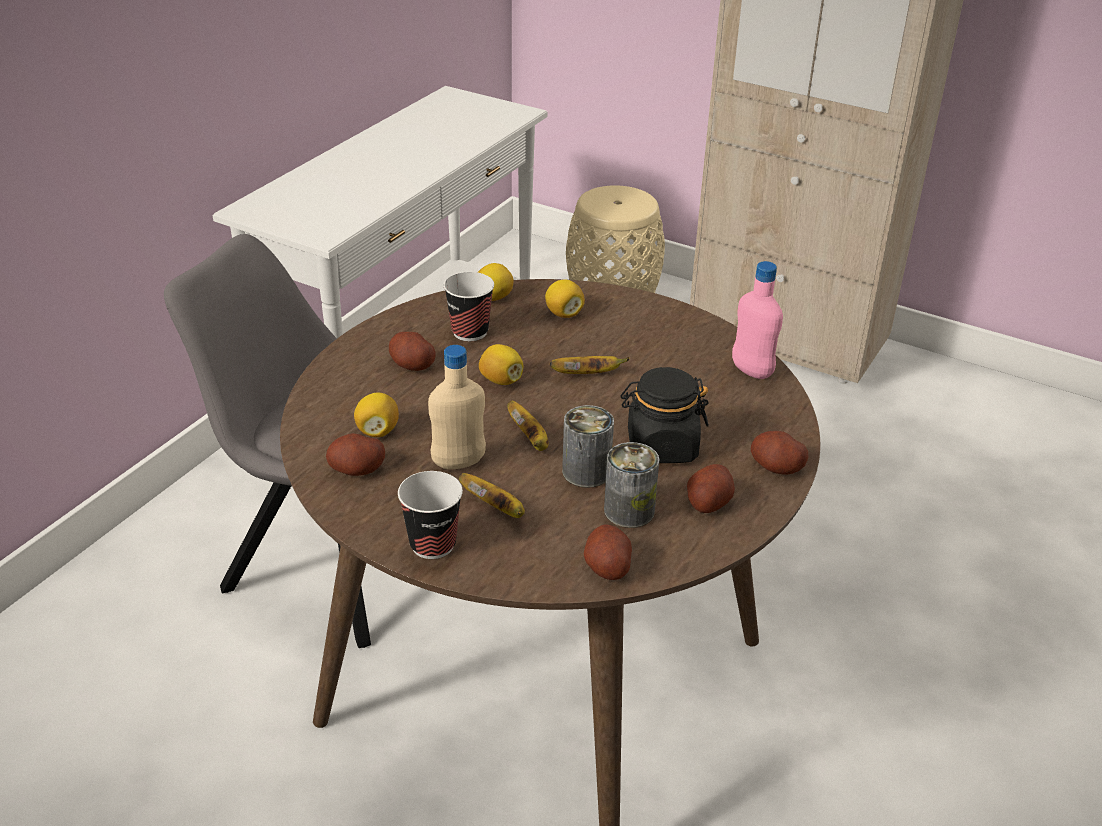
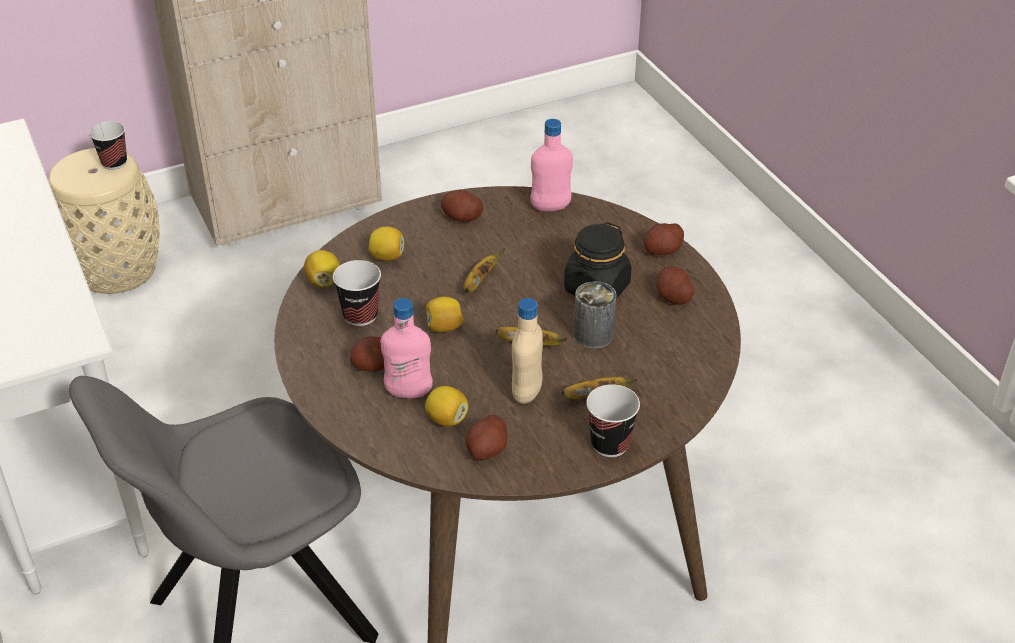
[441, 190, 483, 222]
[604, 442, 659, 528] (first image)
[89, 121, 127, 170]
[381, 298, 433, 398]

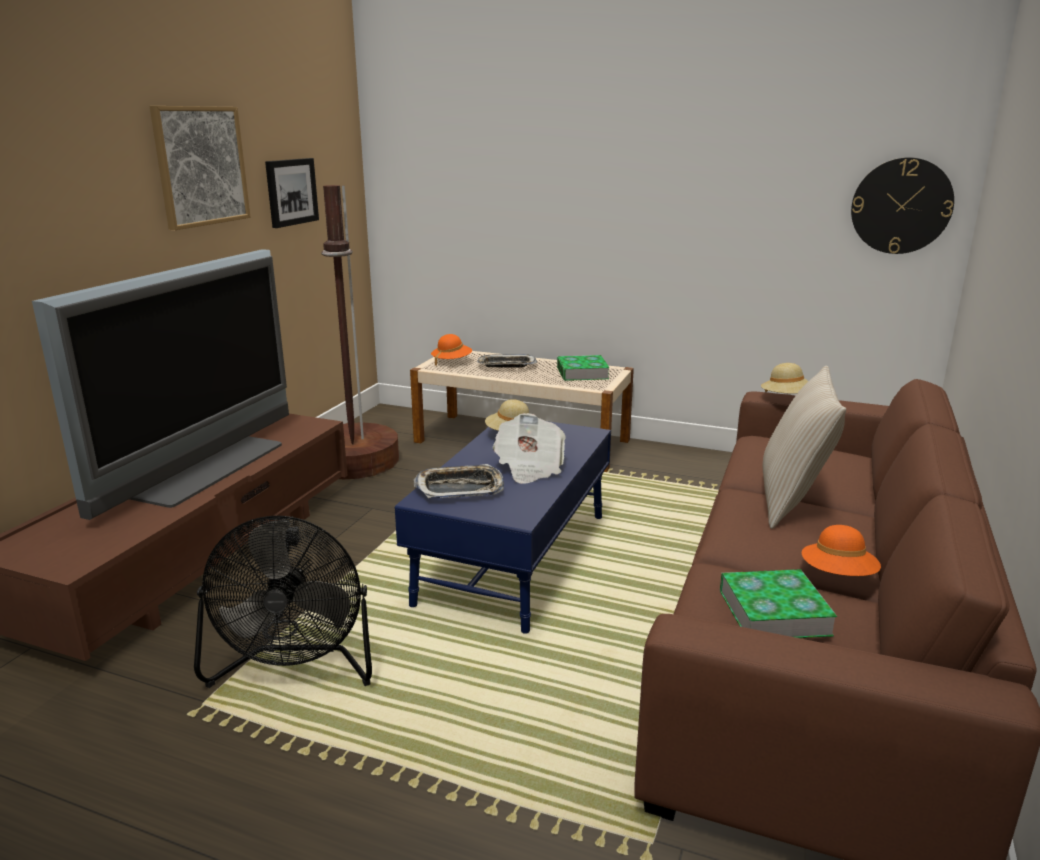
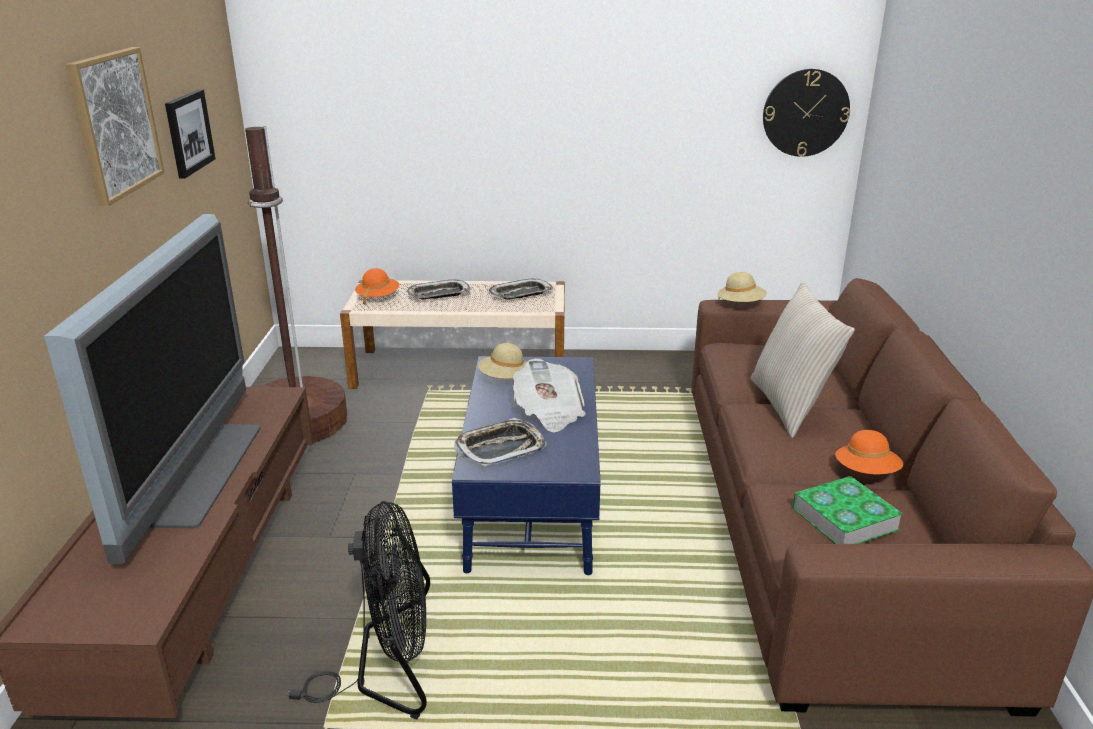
[286, 501, 430, 720]
[489, 278, 553, 300]

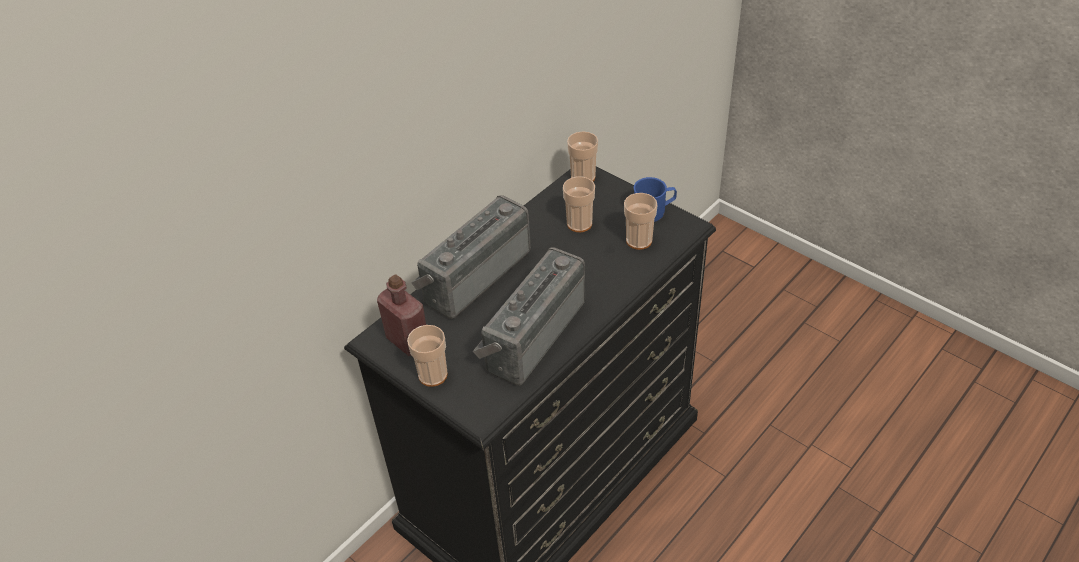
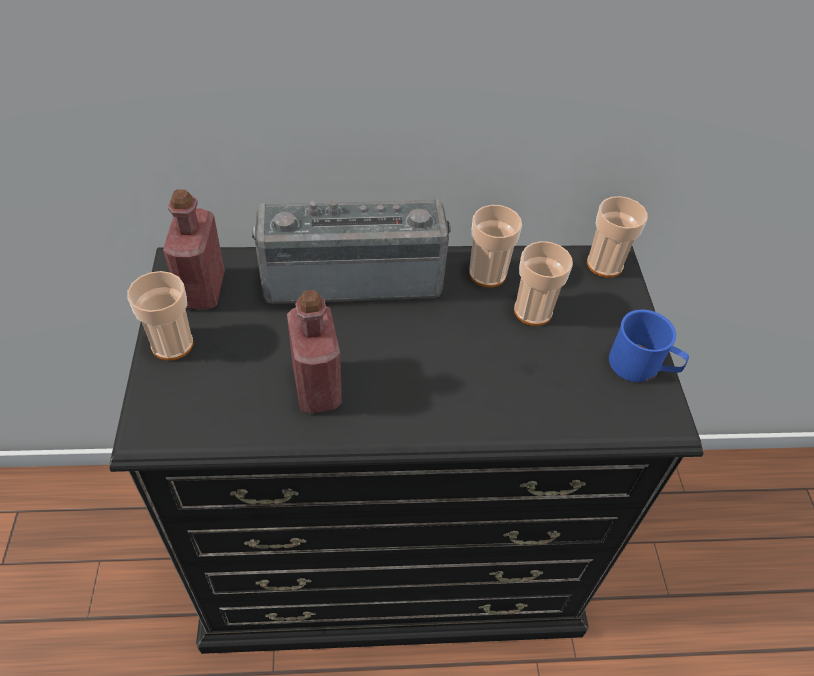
[287, 290, 342, 413]
[469, 205, 522, 287]

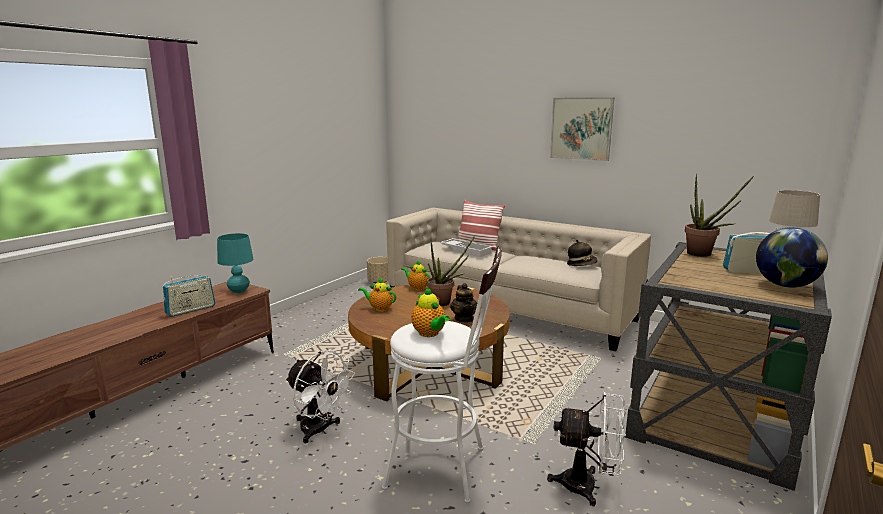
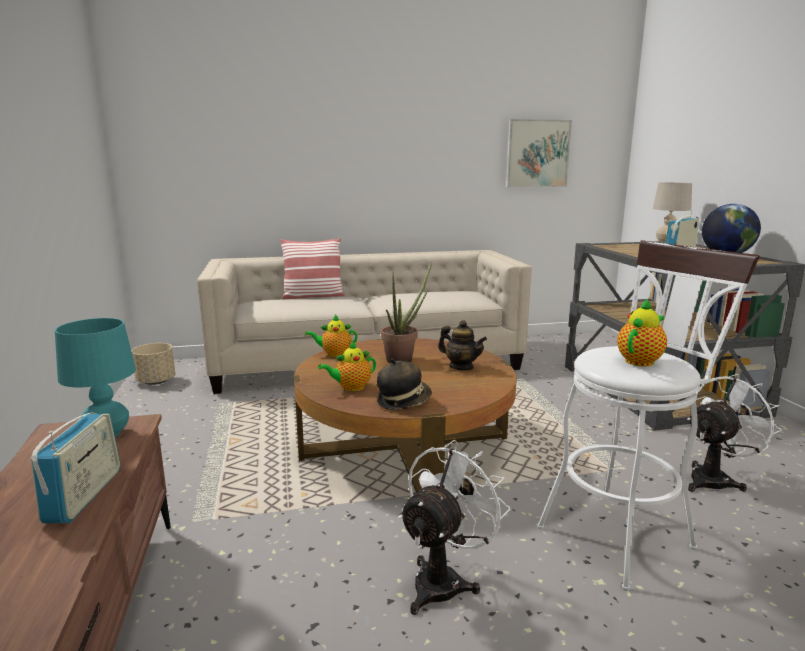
[398, 440, 510, 615]
[617, 299, 667, 367]
[440, 238, 493, 257] (first image)
[506, 119, 572, 188]
[377, 358, 432, 410]
[685, 173, 754, 257] (first image)

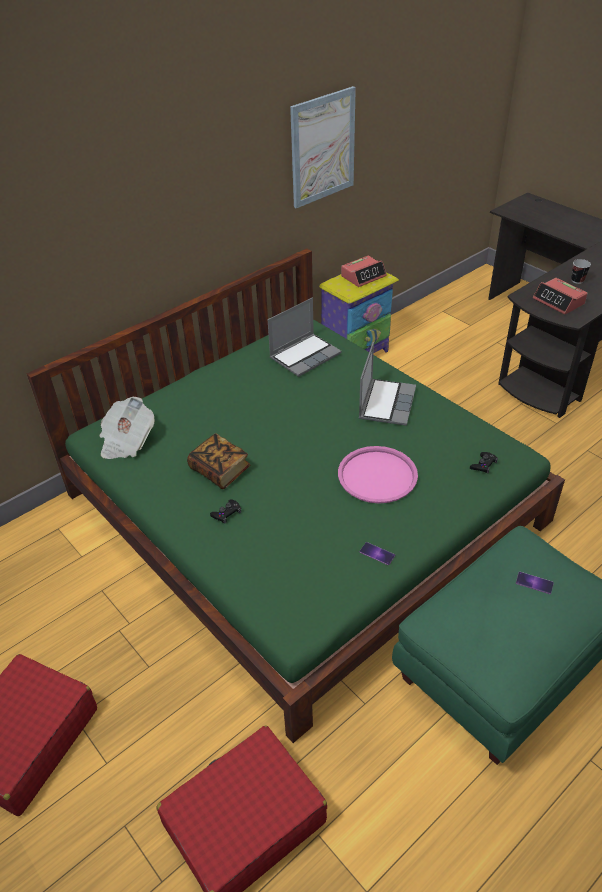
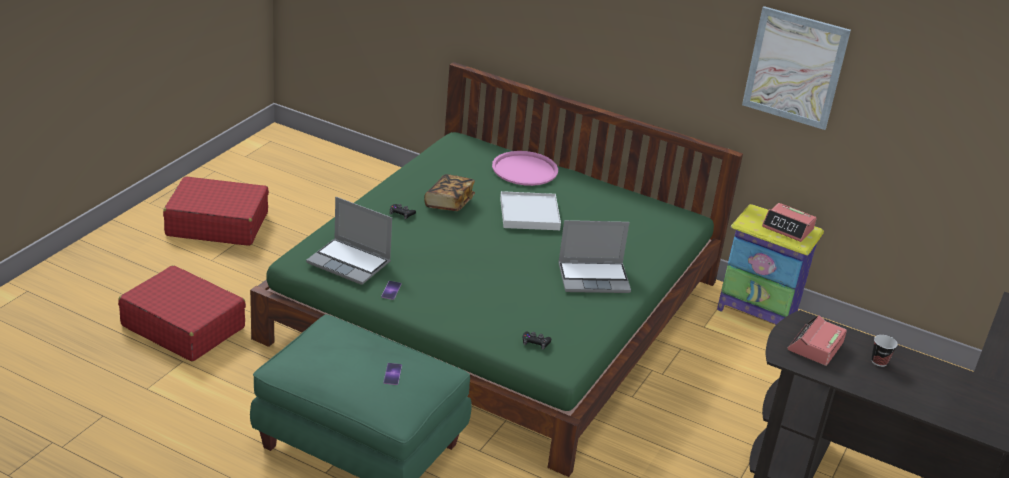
[99, 397, 155, 459] (first image)
[306, 197, 392, 285]
[492, 151, 558, 186]
[500, 191, 561, 230]

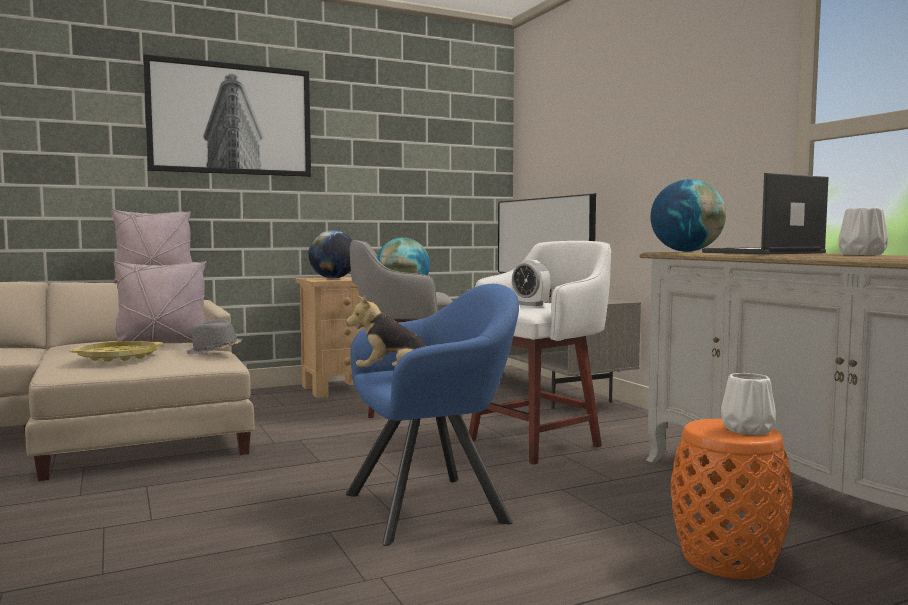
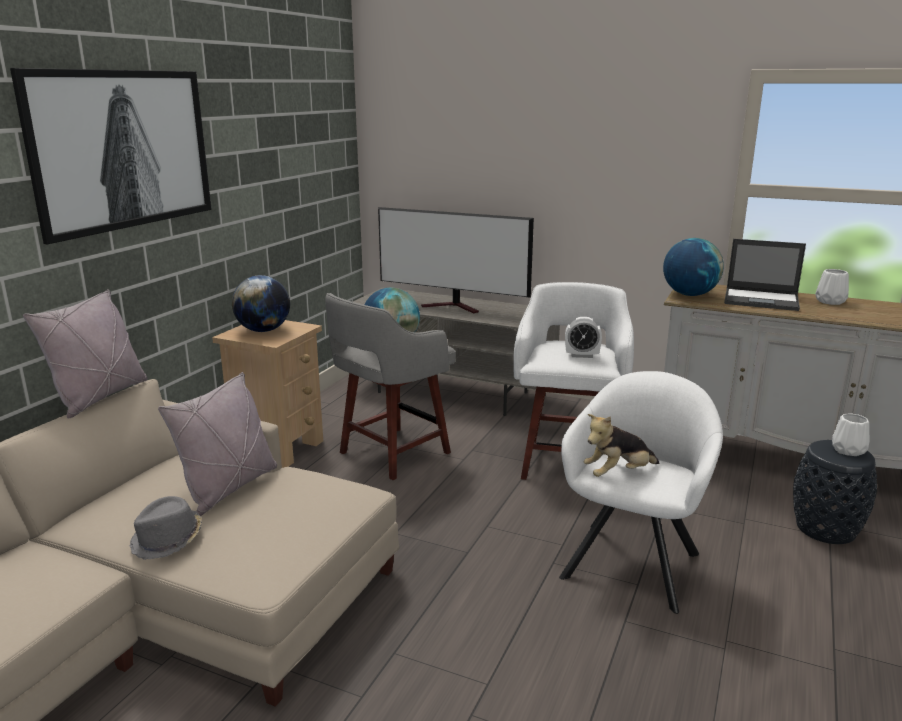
[70, 341, 163, 362] (first image)
[129, 496, 202, 560]
[559, 371, 723, 614]
[793, 440, 877, 544]
[724, 239, 806, 311]

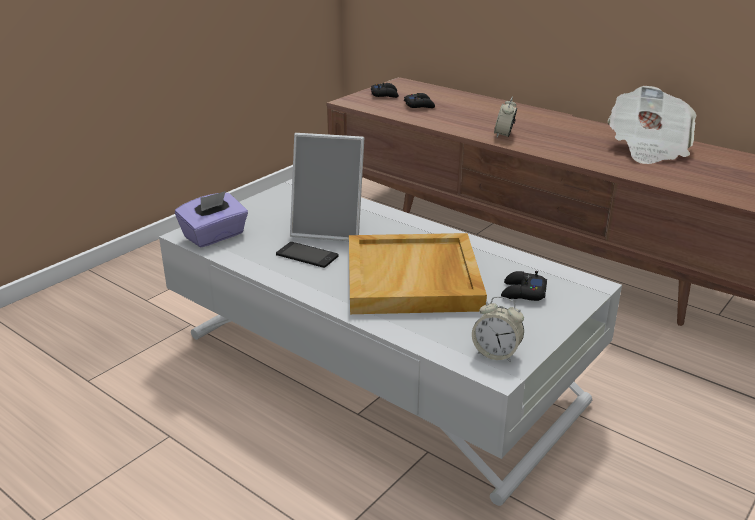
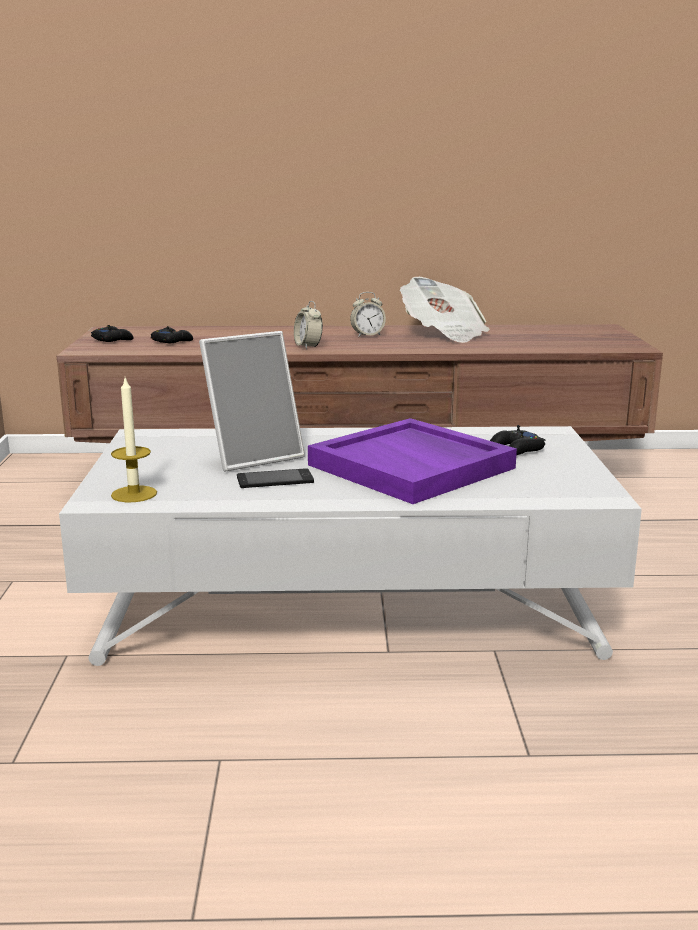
[111, 378, 157, 502]
[308, 418, 517, 504]
[350, 292, 386, 337]

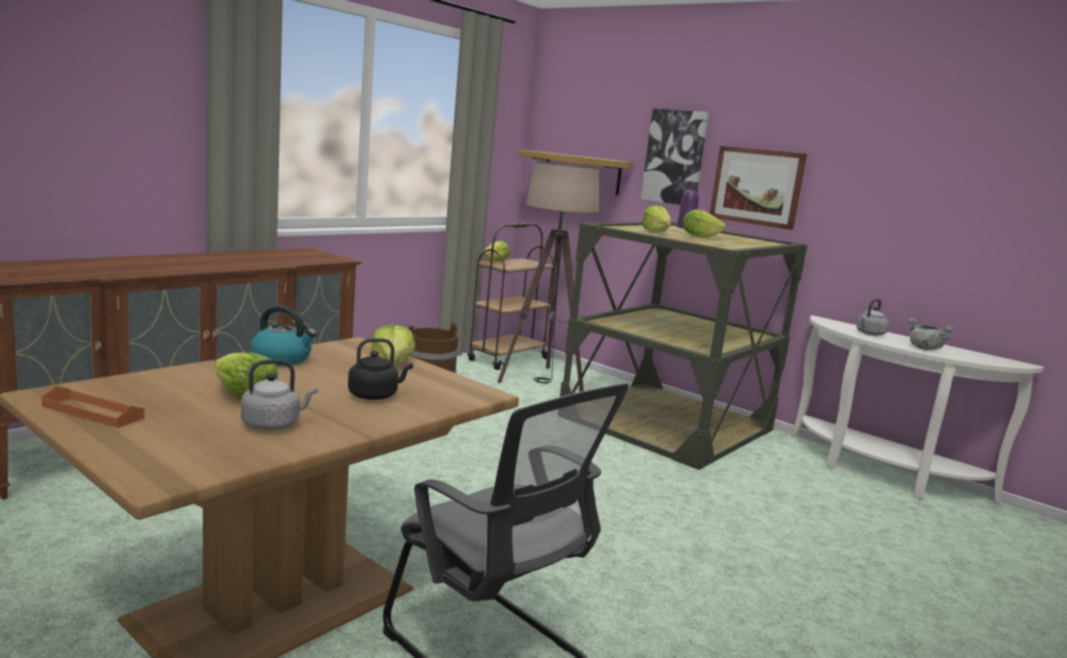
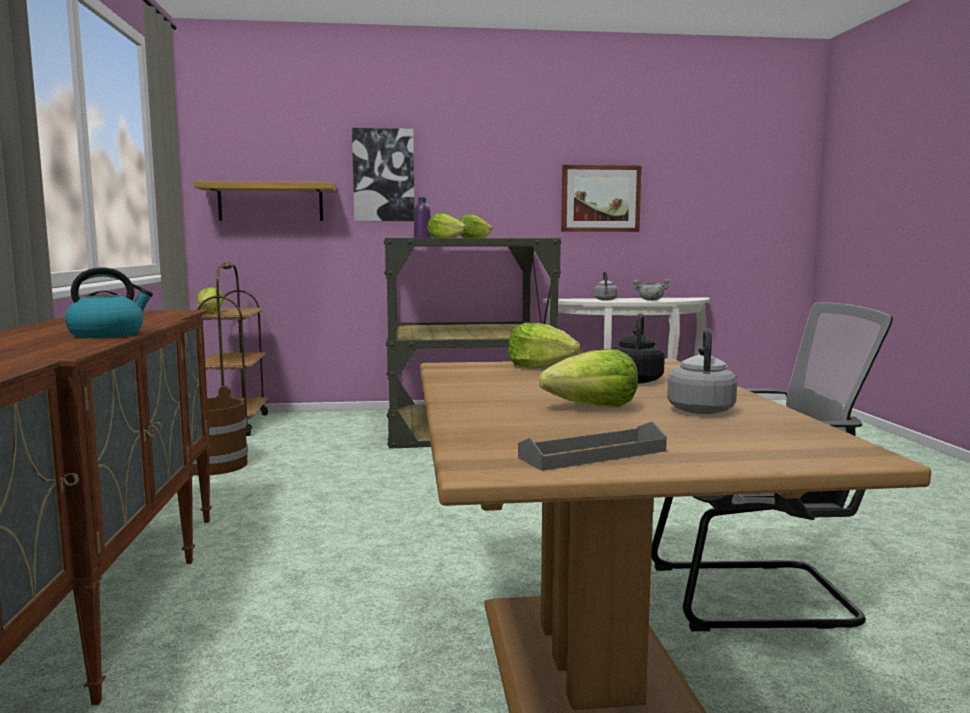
[518, 421, 667, 471]
[65, 267, 153, 338]
[497, 161, 599, 392] (first image)
[561, 165, 642, 232]

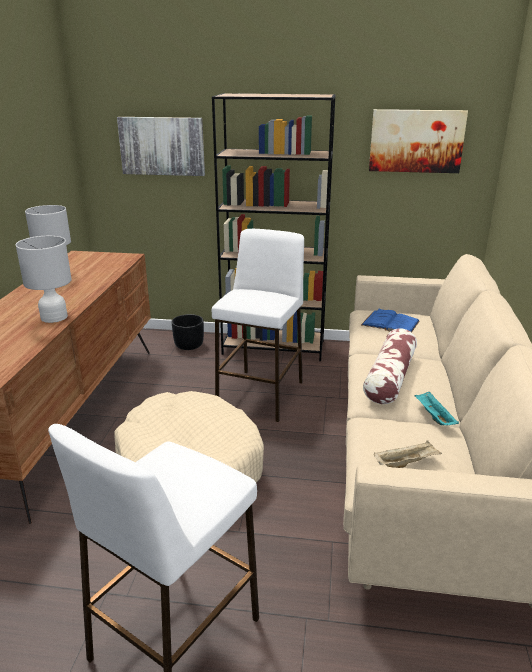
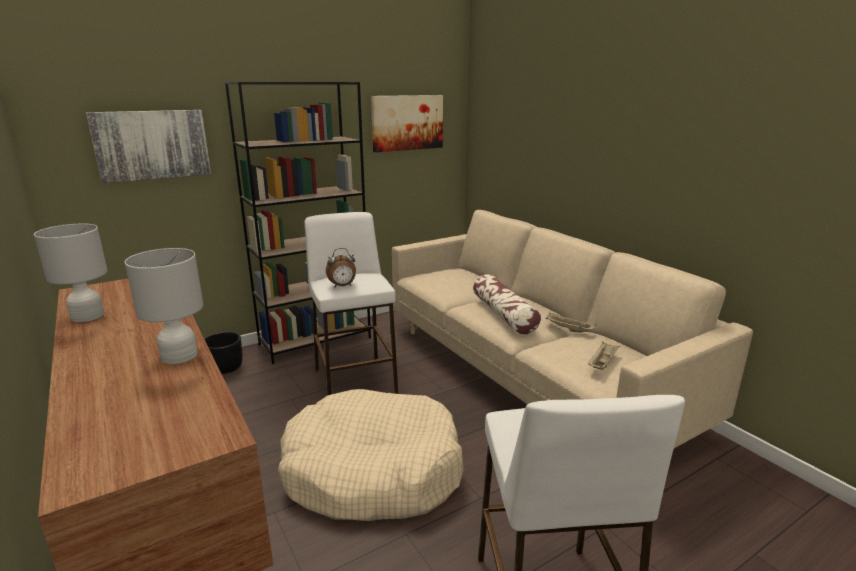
[361, 309, 420, 332] (first image)
[546, 313, 596, 332]
[326, 248, 356, 288]

